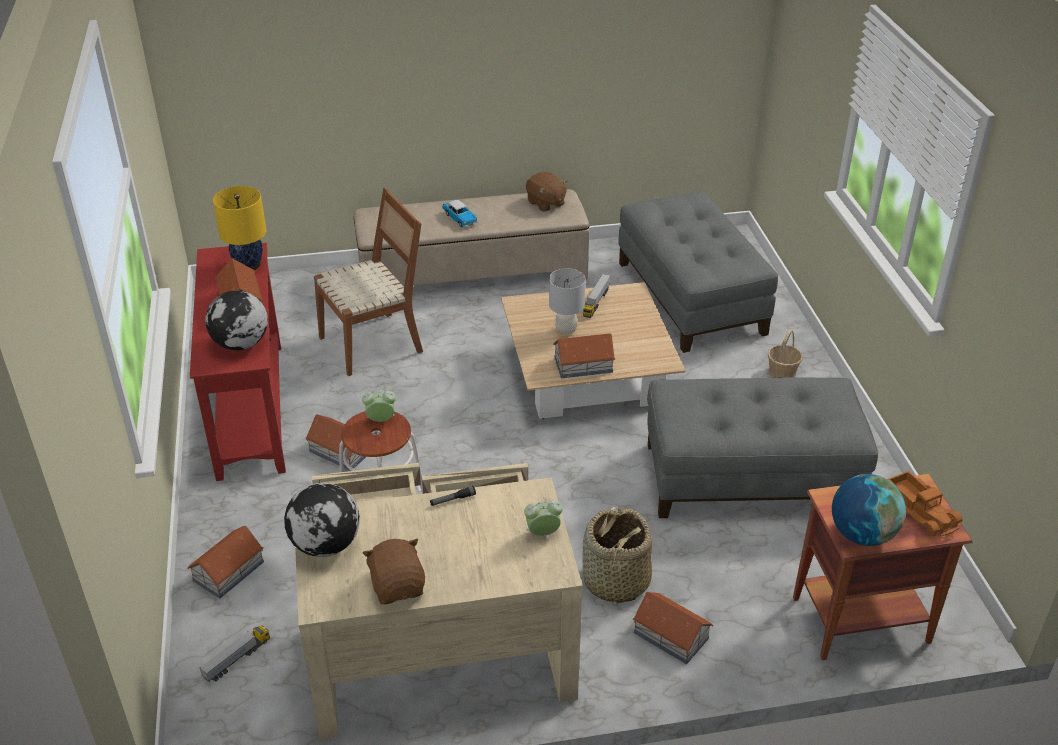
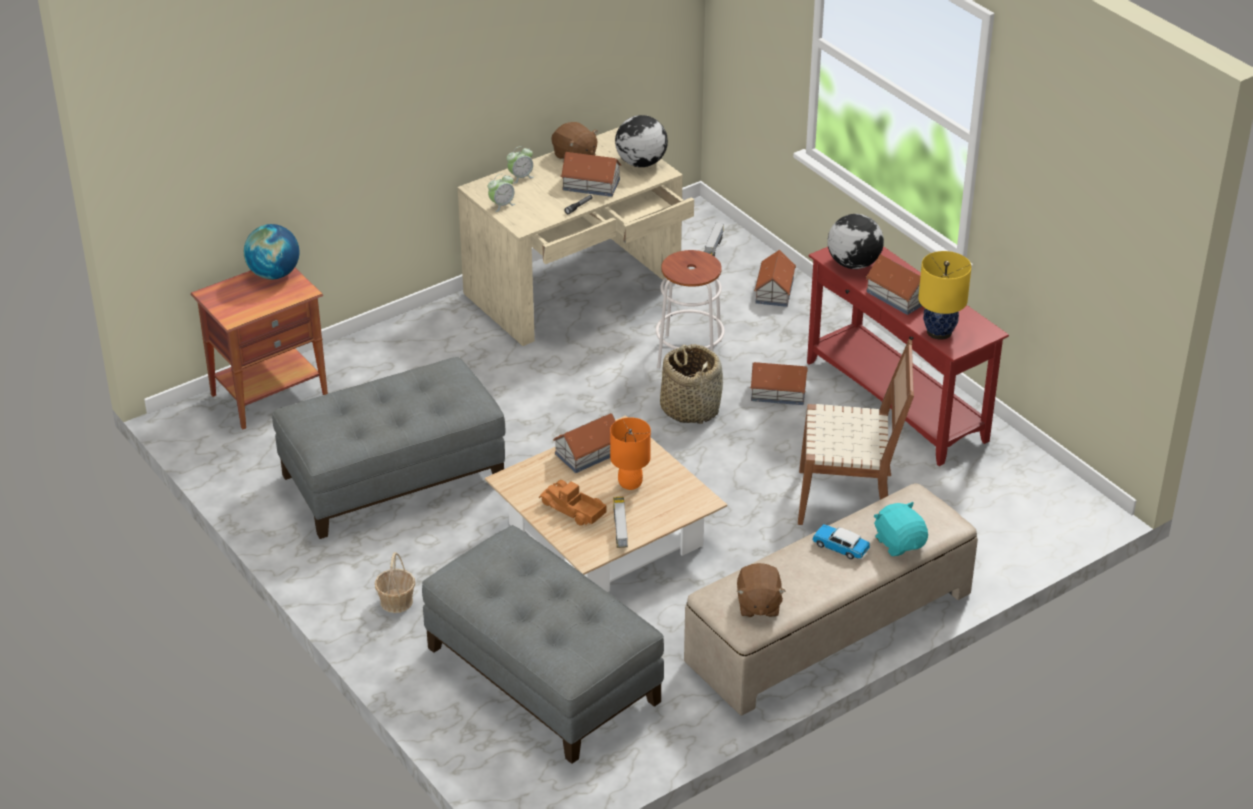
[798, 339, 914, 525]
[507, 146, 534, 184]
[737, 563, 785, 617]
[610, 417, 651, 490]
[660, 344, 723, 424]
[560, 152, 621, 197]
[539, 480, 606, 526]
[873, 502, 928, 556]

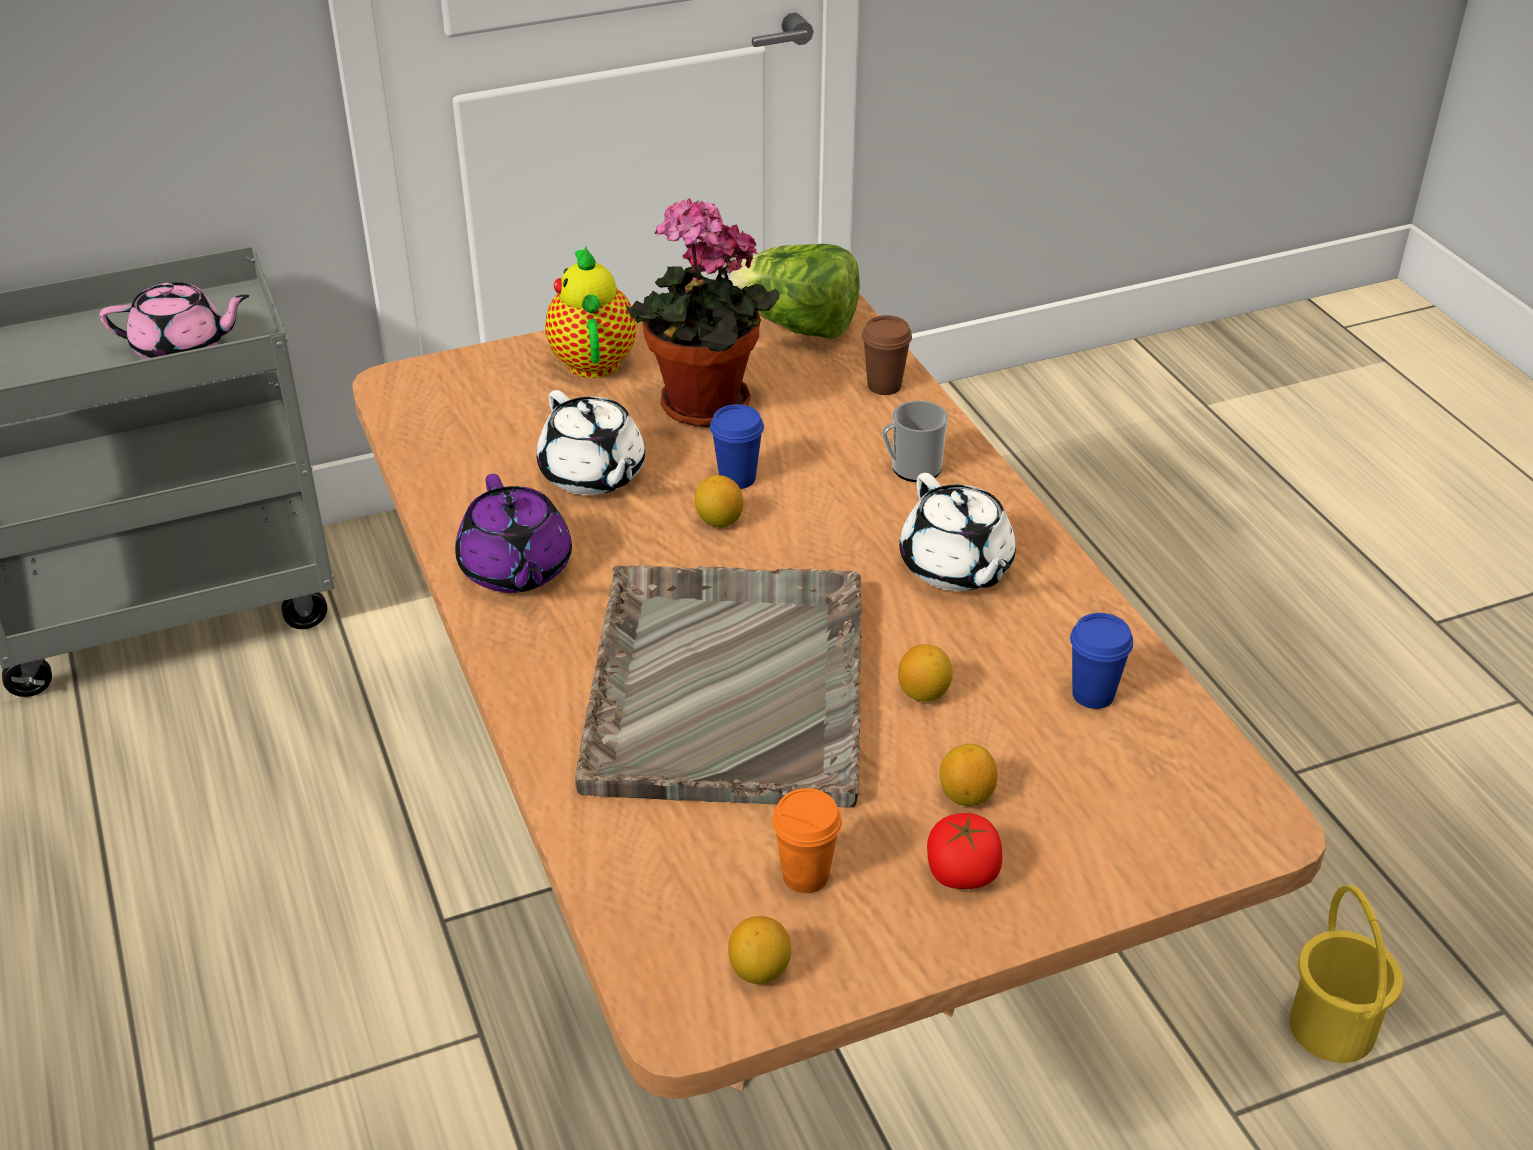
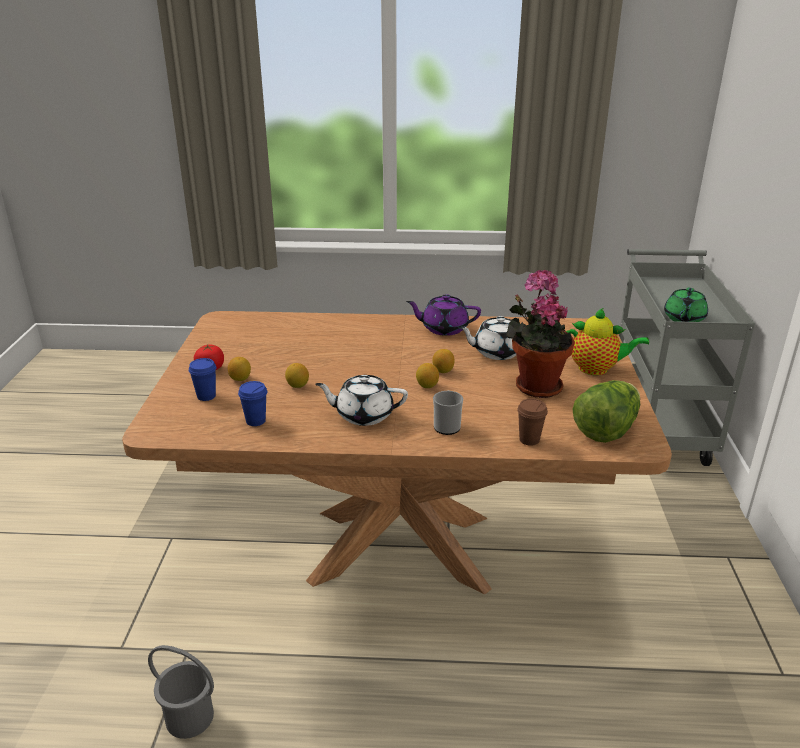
[664, 288, 708, 322]
[575, 565, 862, 808] (first image)
[189, 358, 216, 401]
[416, 363, 439, 388]
[772, 788, 842, 893] (first image)
[148, 645, 214, 739]

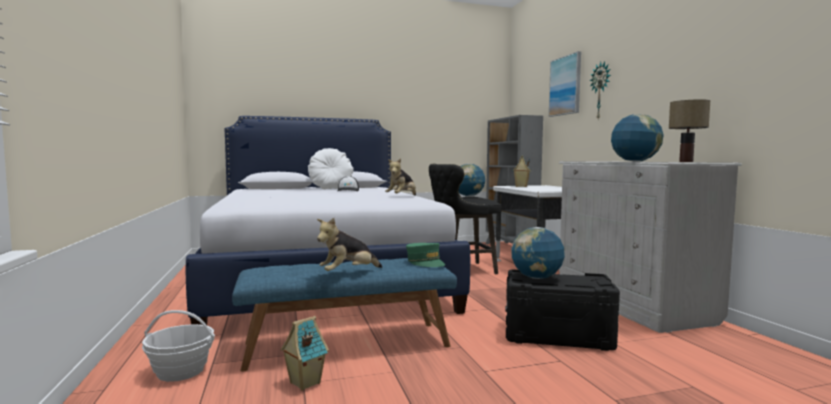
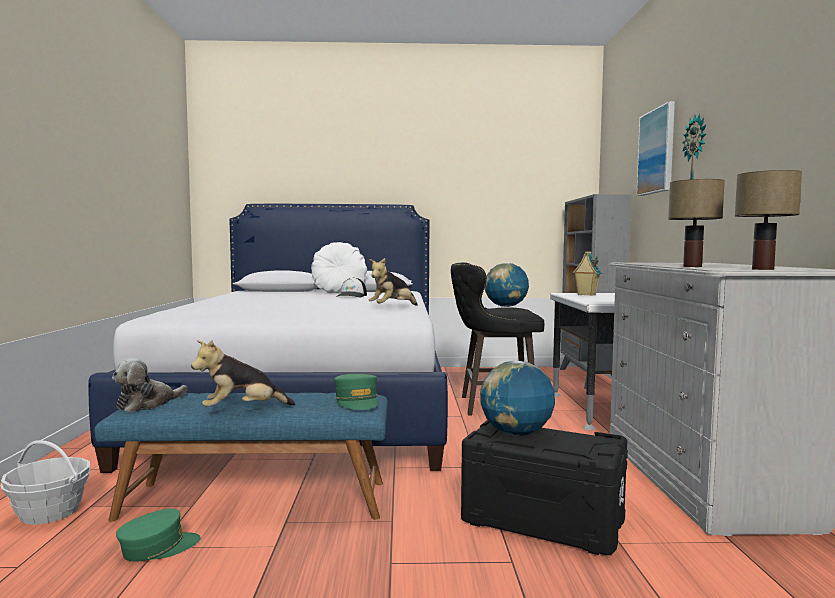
[116, 509, 201, 562]
[668, 179, 725, 267]
[112, 358, 187, 412]

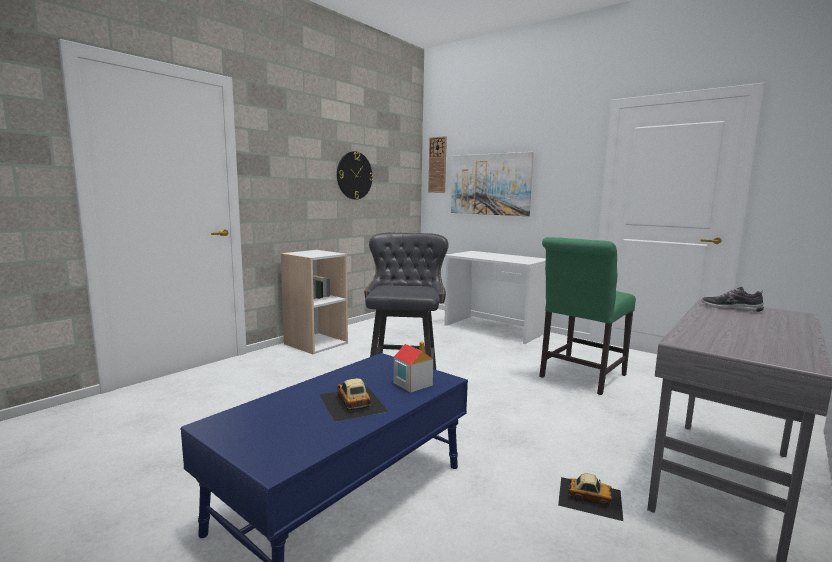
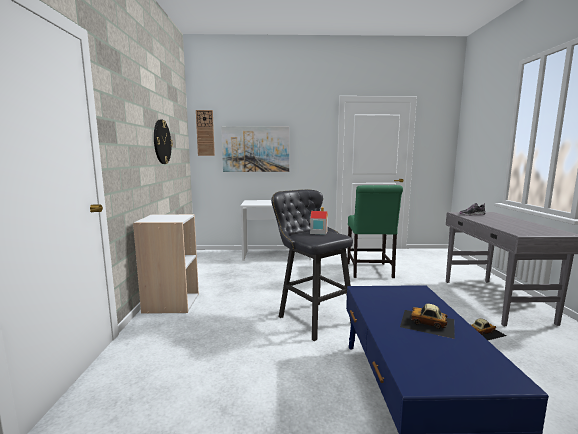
[310, 207, 328, 235]

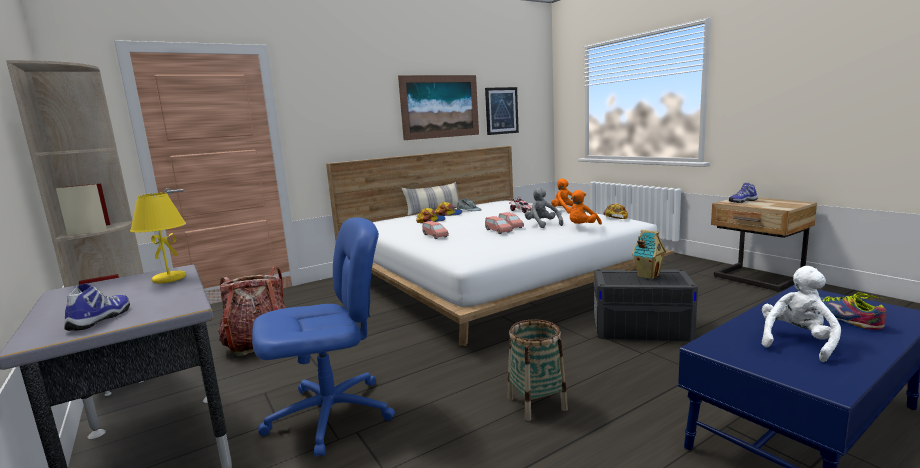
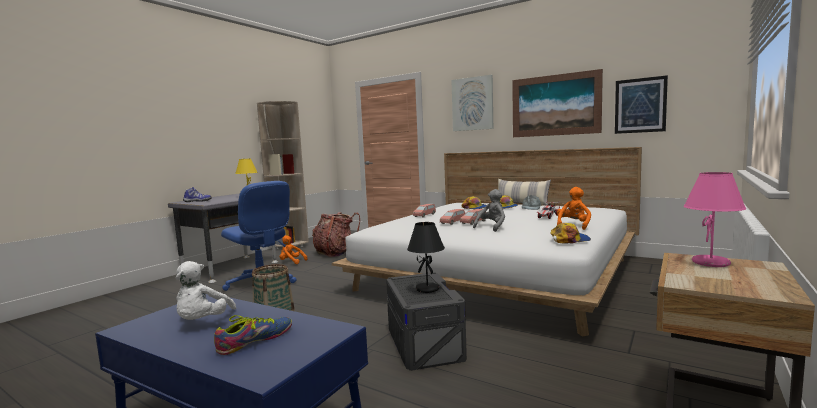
[280, 235, 308, 264]
[407, 222, 445, 293]
[684, 172, 746, 267]
[175, 261, 236, 320]
[451, 75, 493, 131]

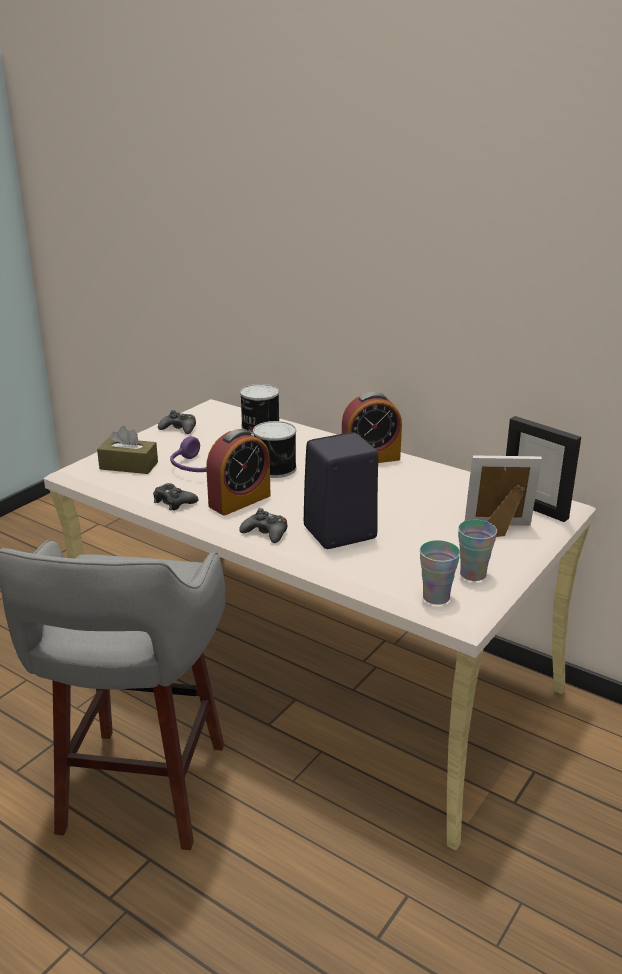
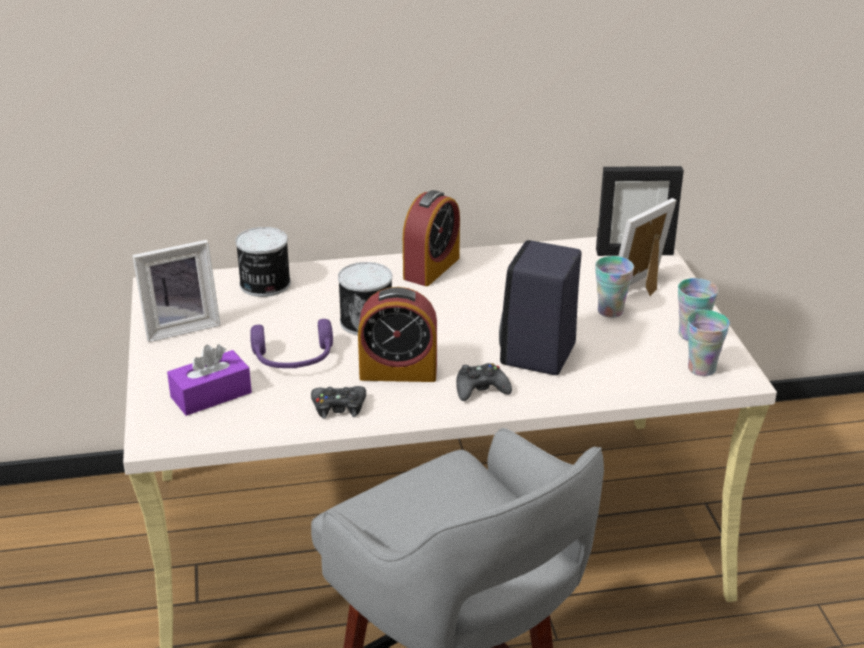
[167, 344, 252, 416]
[132, 240, 220, 342]
[358, 287, 437, 382]
[595, 256, 634, 318]

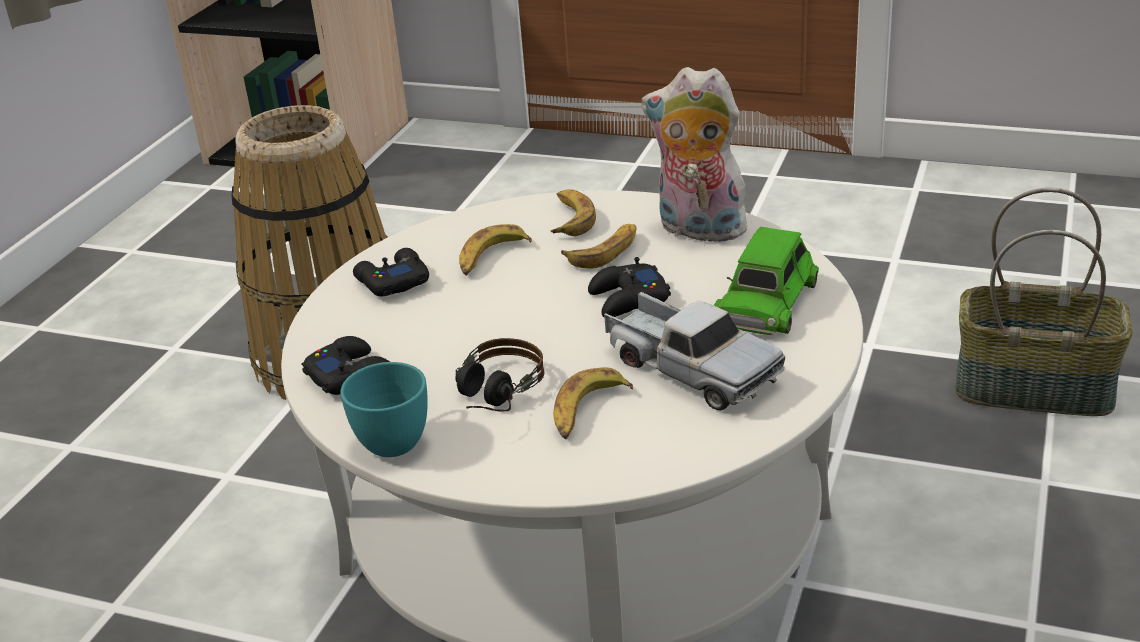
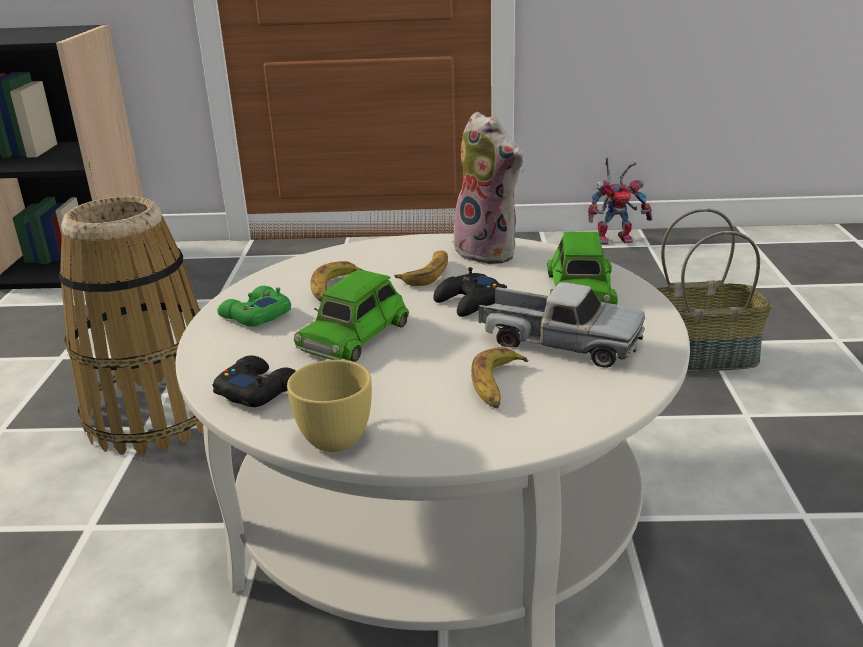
[287, 360, 372, 452]
[217, 286, 291, 327]
[455, 338, 544, 412] (first image)
[550, 189, 596, 236] (first image)
[451, 112, 524, 265]
[294, 269, 409, 362]
[588, 157, 652, 245]

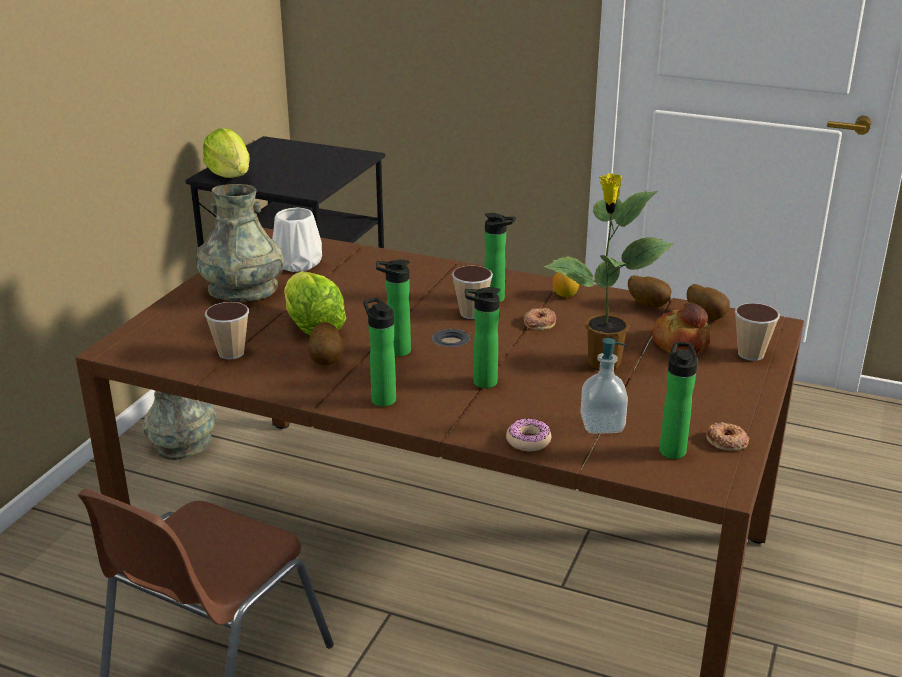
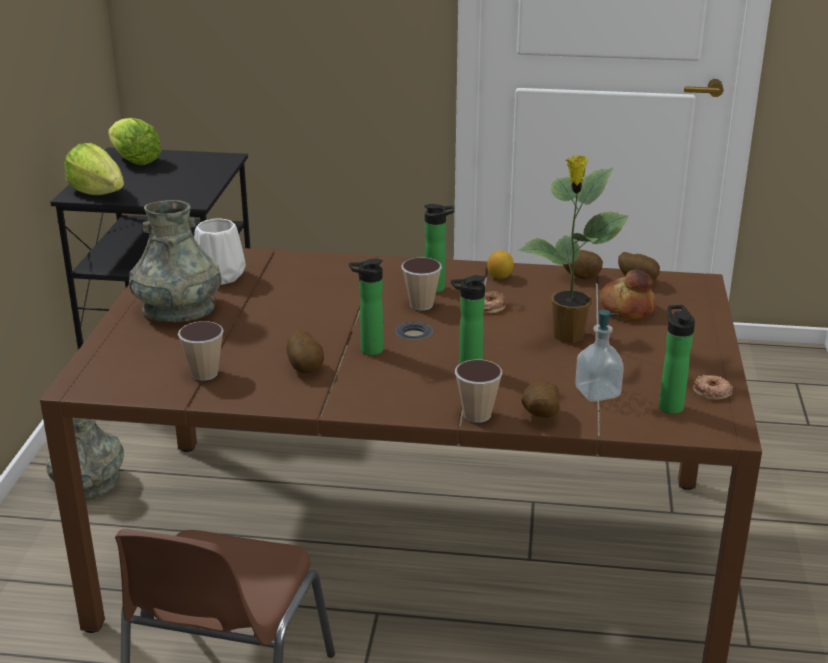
[108, 118, 161, 165]
[363, 297, 396, 407] (first image)
[522, 381, 560, 418]
[455, 359, 502, 423]

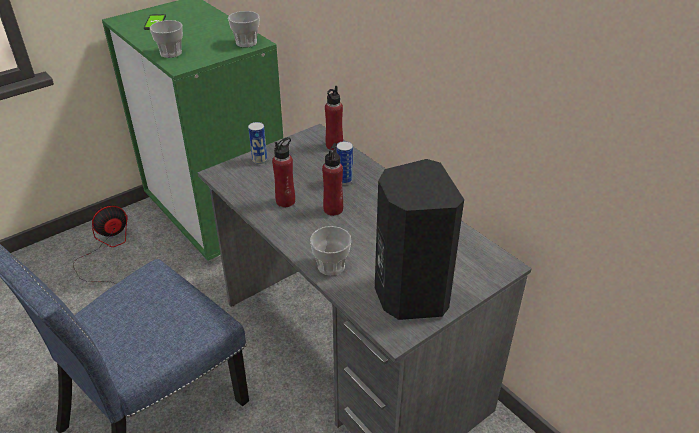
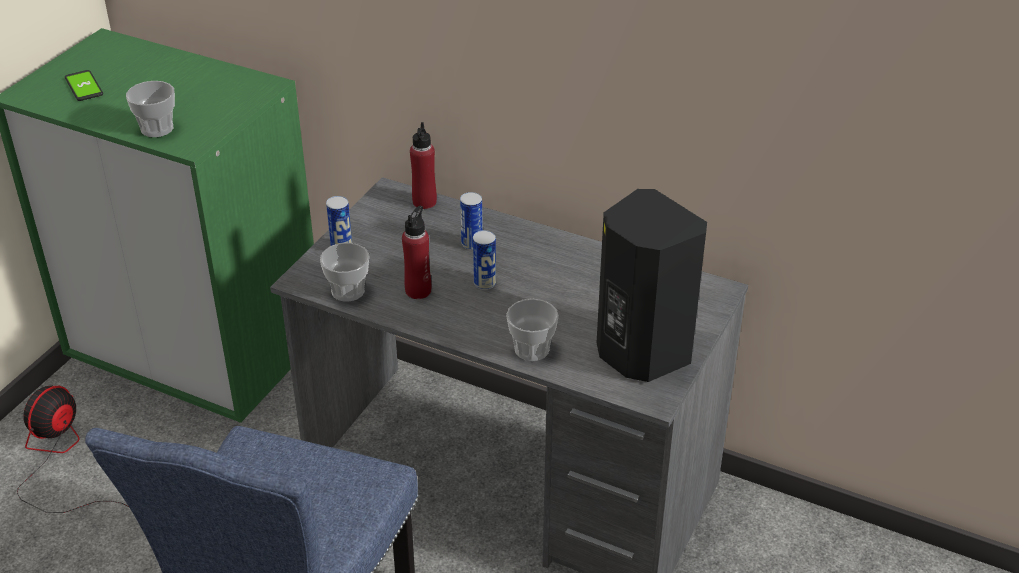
[320, 243, 369, 302]
[473, 230, 496, 290]

